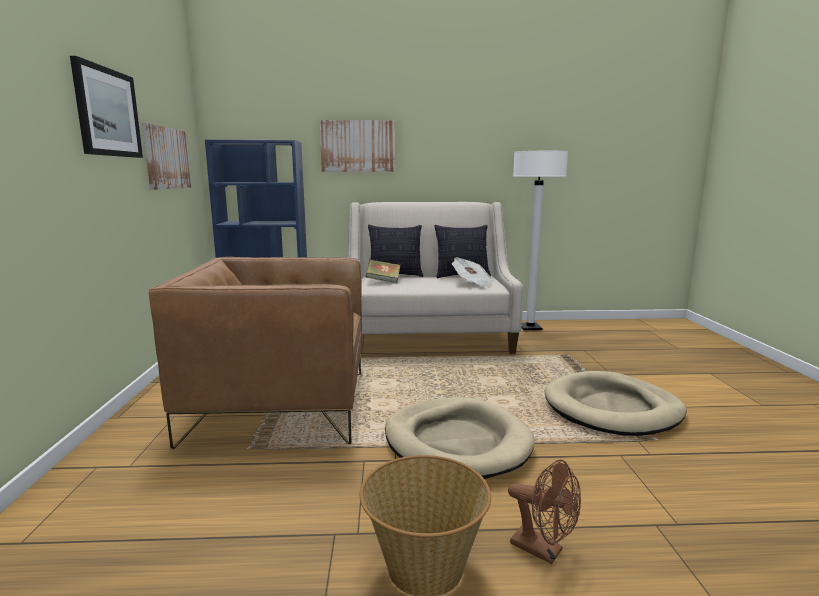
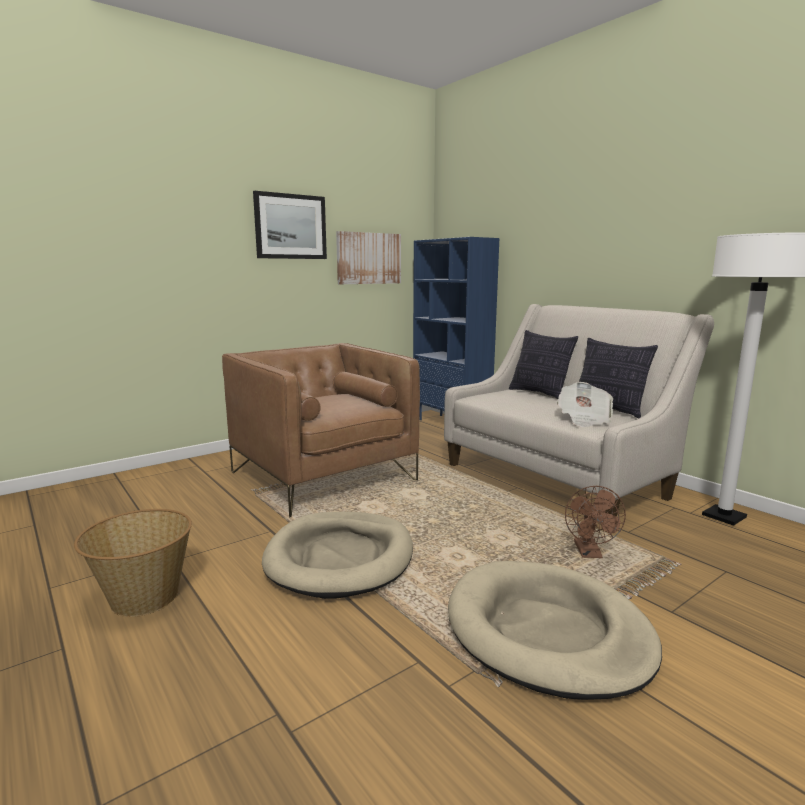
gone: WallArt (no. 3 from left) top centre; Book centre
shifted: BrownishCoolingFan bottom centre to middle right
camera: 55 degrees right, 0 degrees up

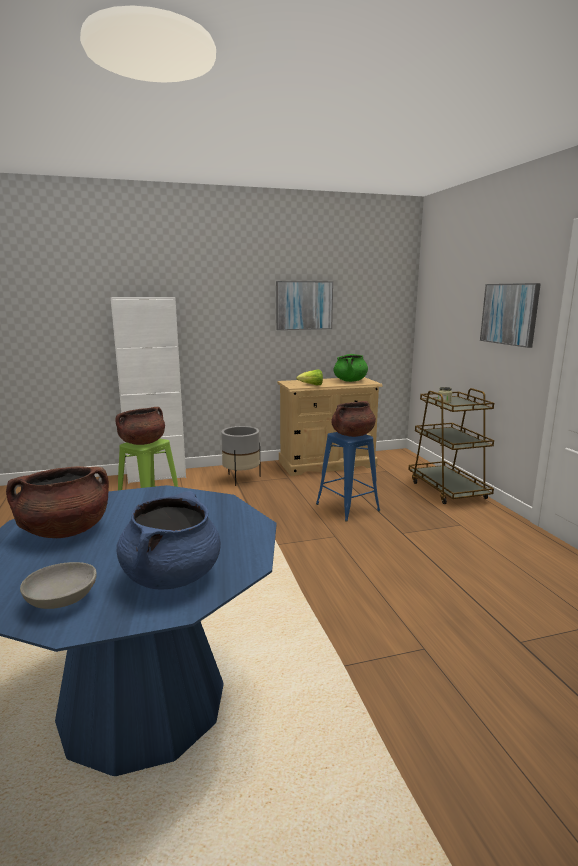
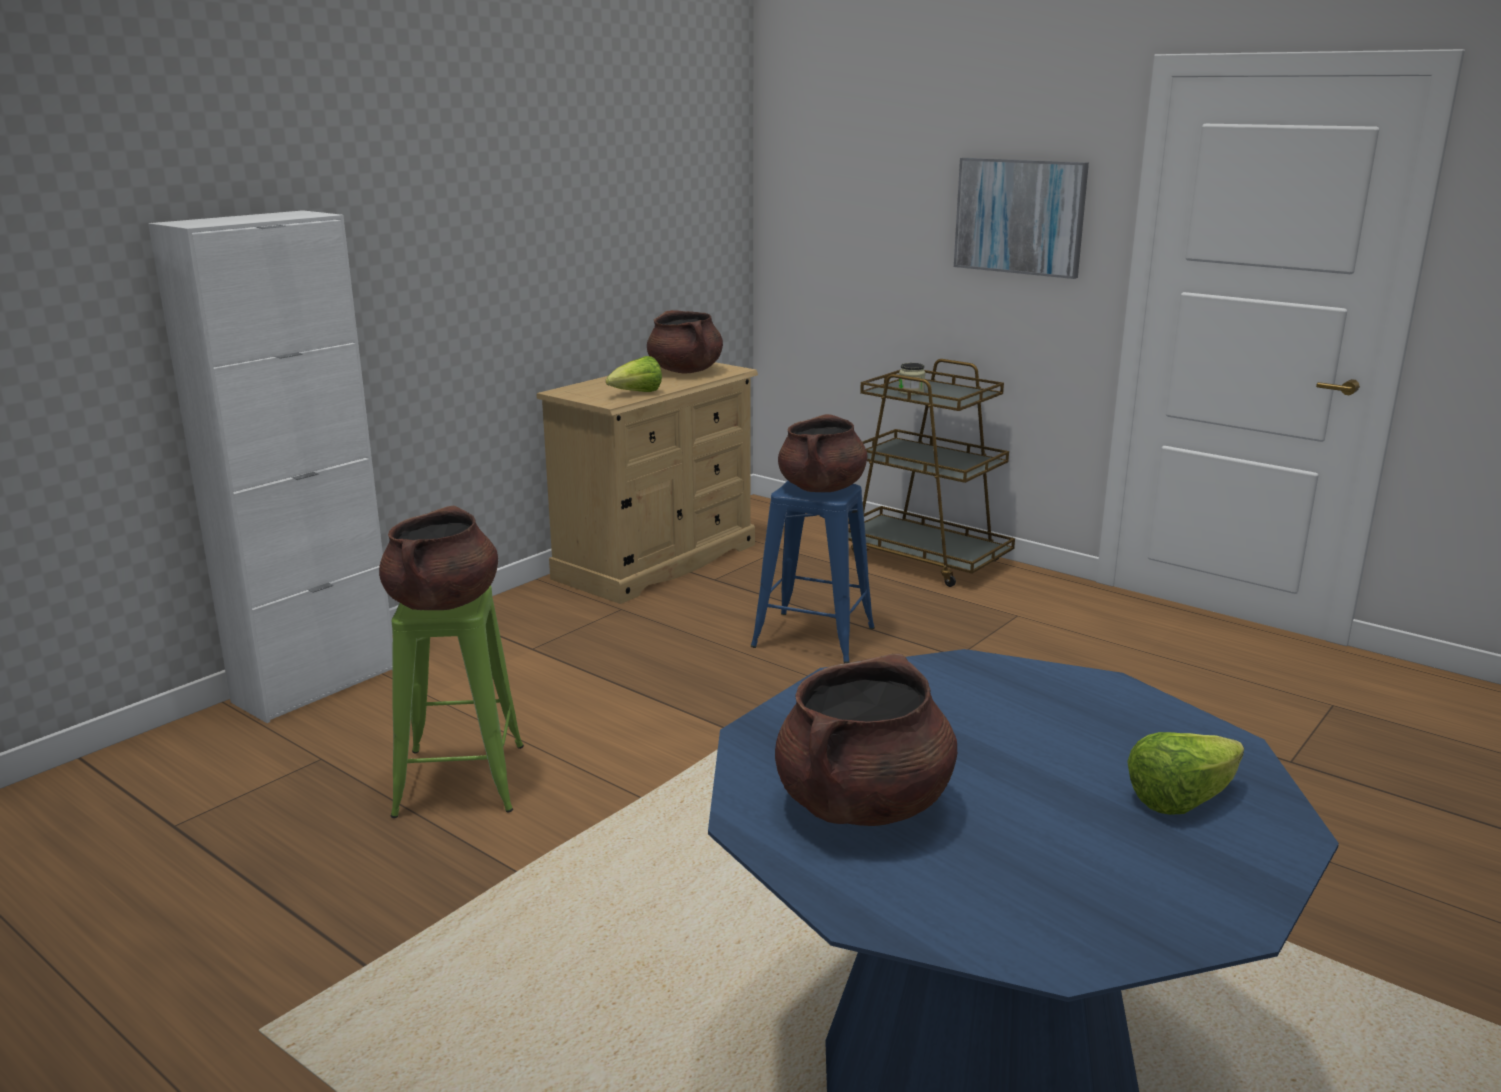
gone: GreyishServingBowl bottom left; GreyishPlantPot centre; WallArt (no. 1 from left) centre
swapped: BluishCookingPot middle left to HeadOfLettuce (no. 2 from left) bottom right
repainted: GreenColouredCookingPot centre to BrownishCookingPot (no. 2 from left) top centre
camera: 35 degrees left, 5 degrees up

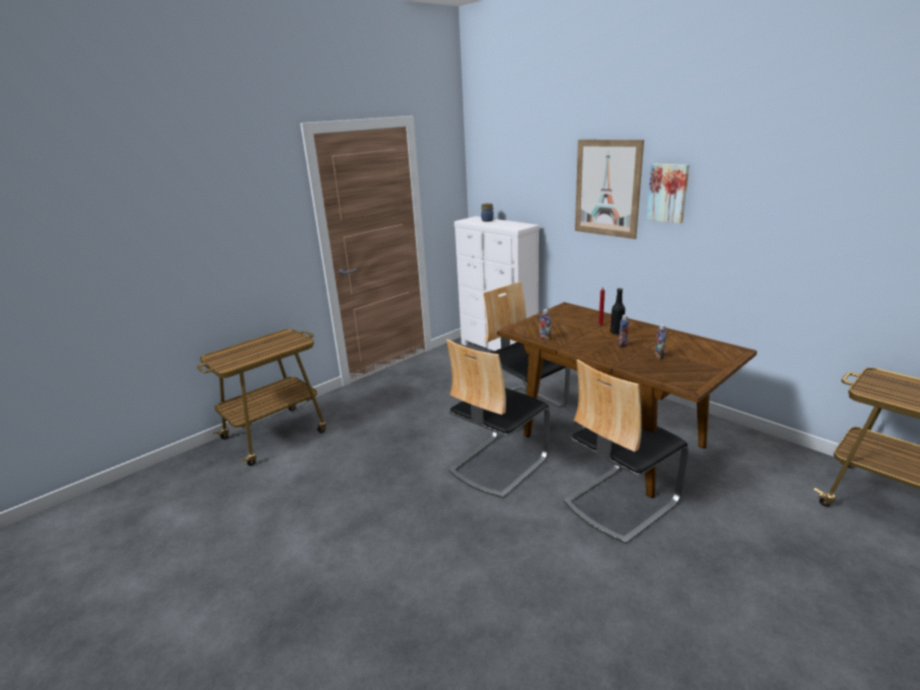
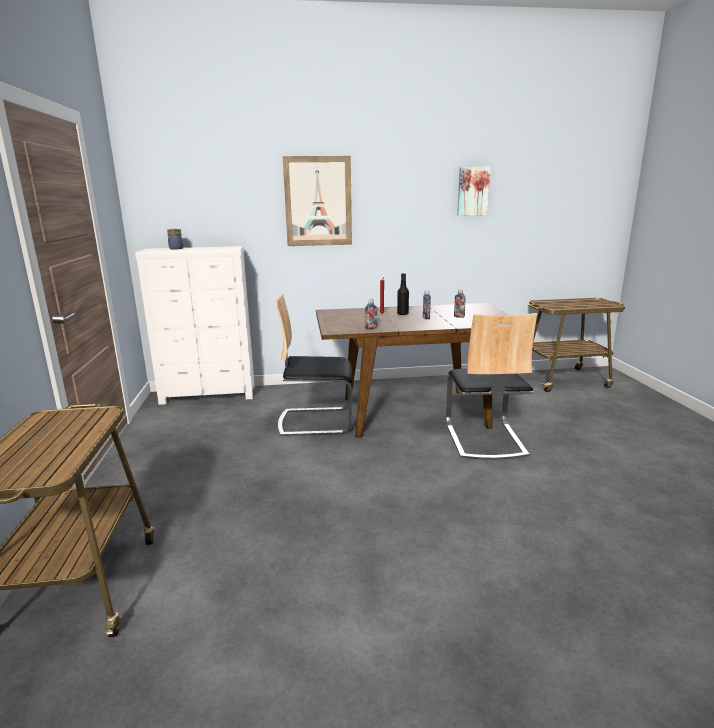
gone: UprightChair (no. 1 from left) centre
shifted: WallArt (no. 2 from left) top right to top centre
camera: 55 degrees left, 5 degrees down

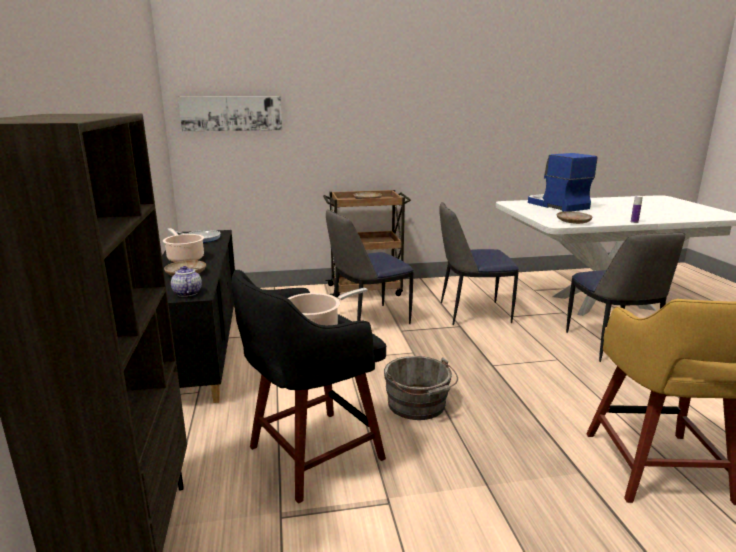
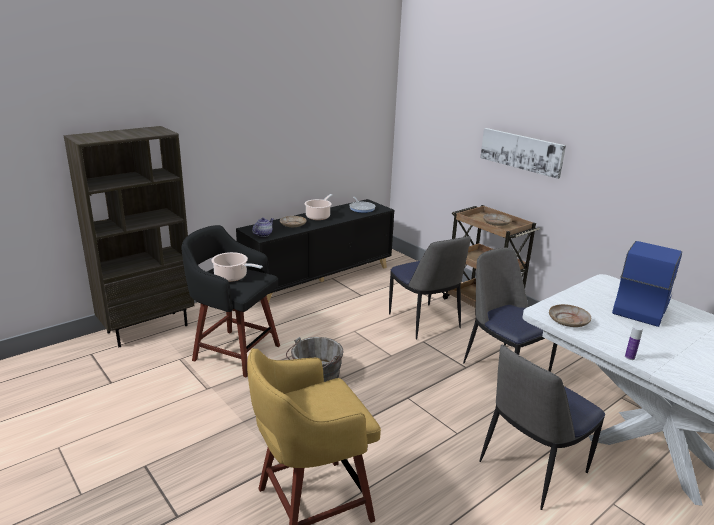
shifted: WallArt top left to top right
rotated: UprightChair (no. 1 from left) centre = centre 150 degrees counterclockwise
camera: 60 degrees right, 5 degrees up

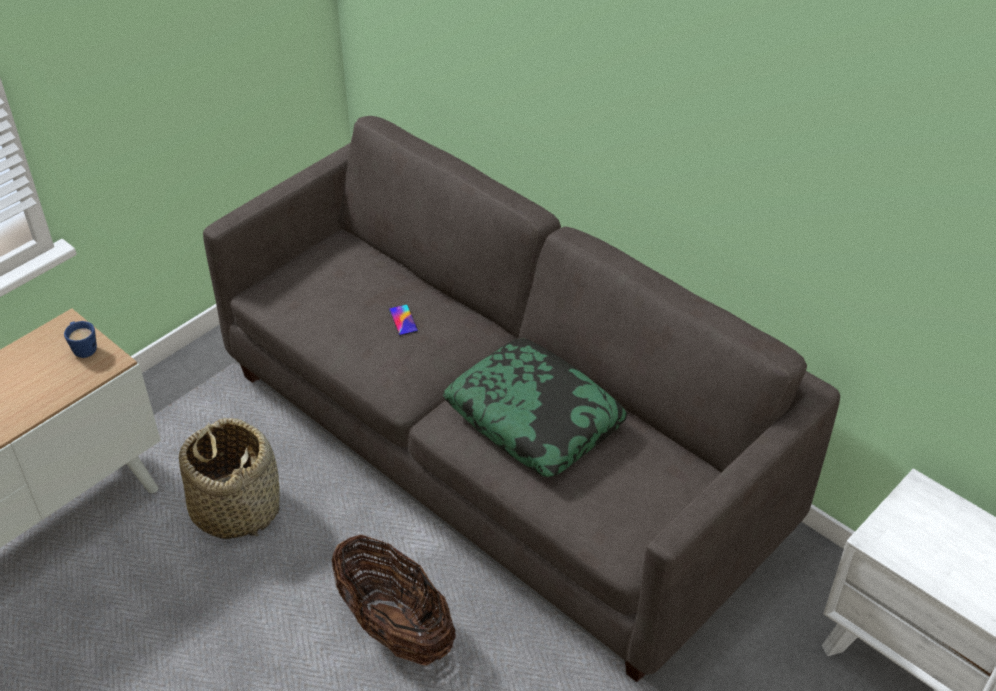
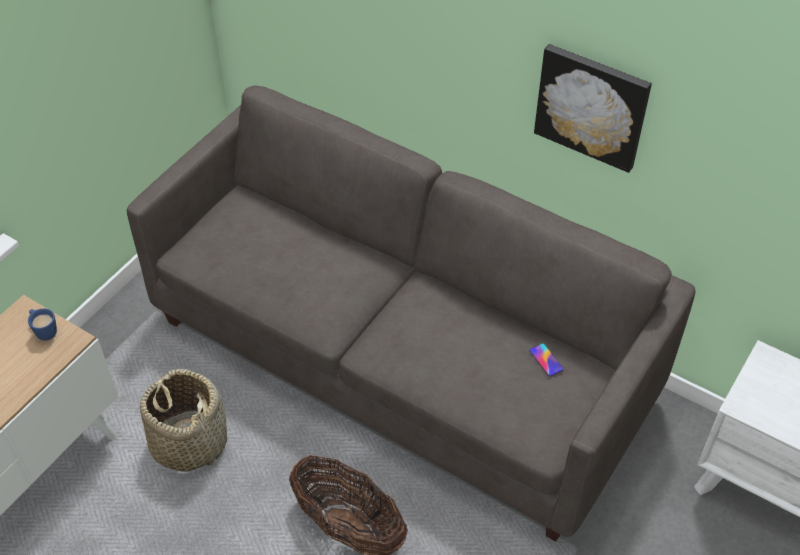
gone: Cushion centre
new: WallArt top right
shifted: Phone centre to middle right
camera: 10 degrees left, 5 degrees up

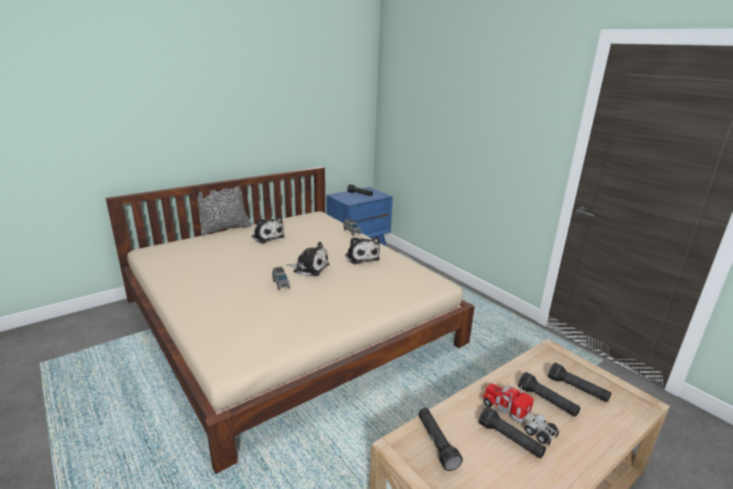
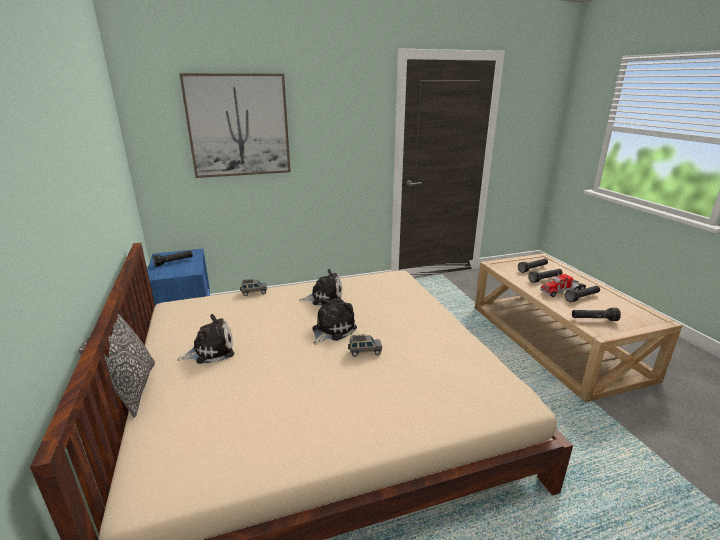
new: WallArt top left
camera: 70 degrees left, 0 degrees up

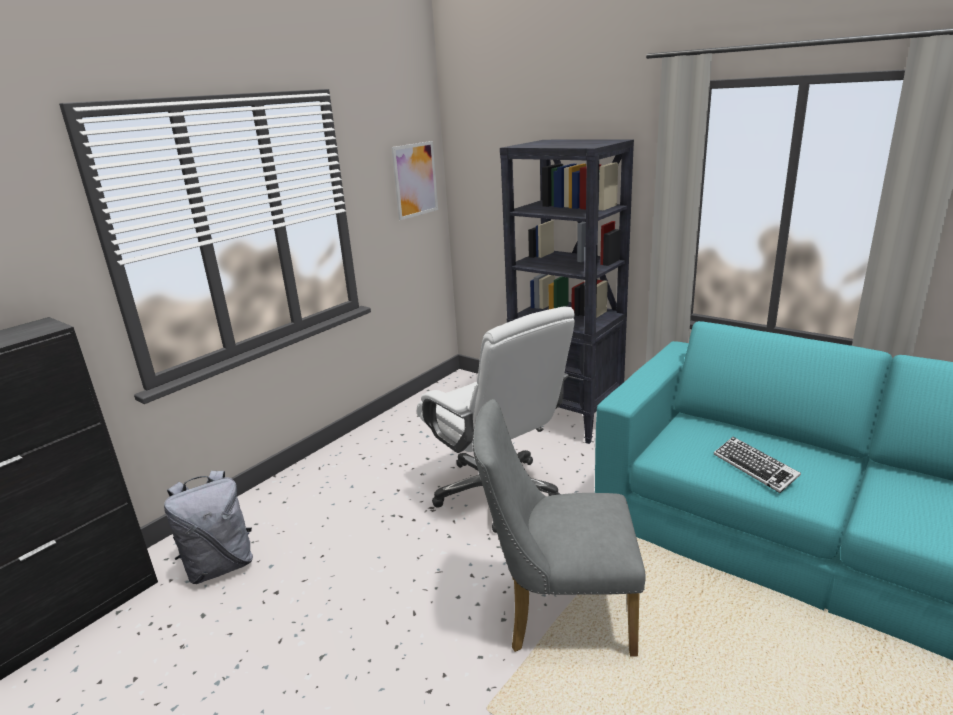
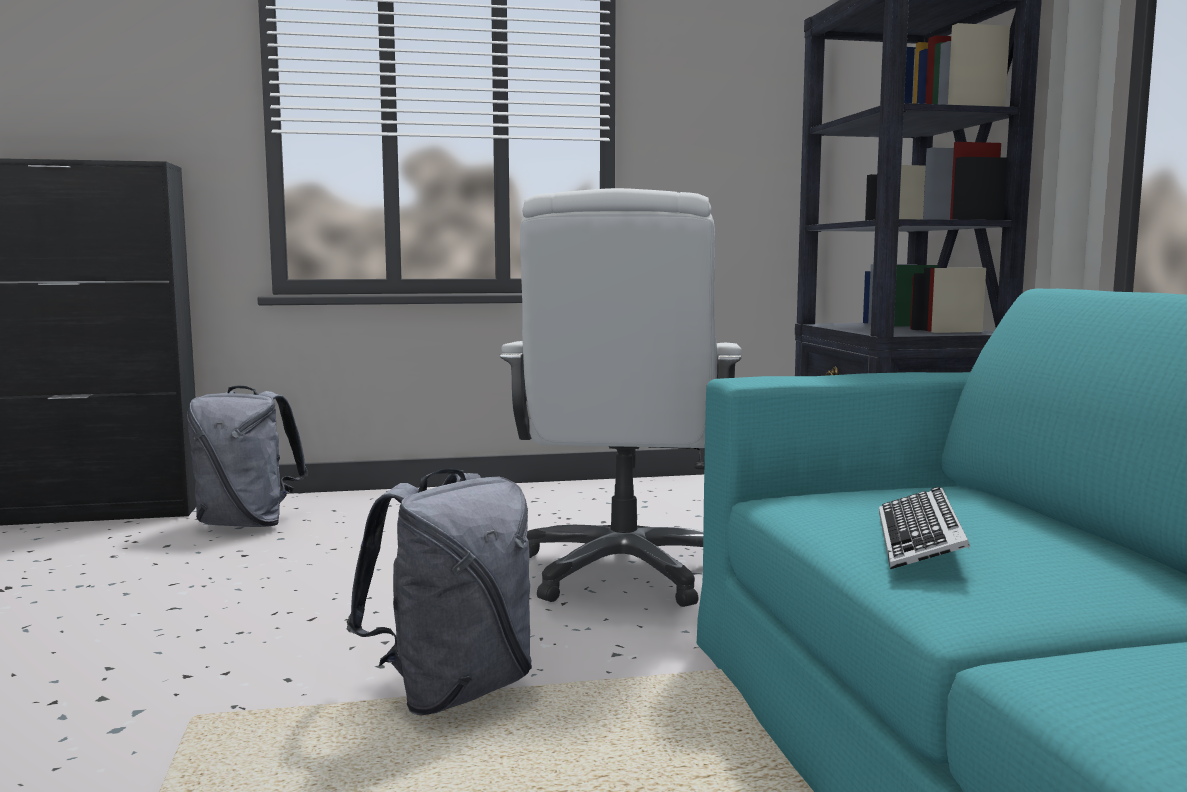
gone: WallArt top centre
swapped: GreyishUprightChair bottom centre to GreyishBackpack (no. 2 from left) bottom centre
camera: 40 degrees right, 15 degrees down

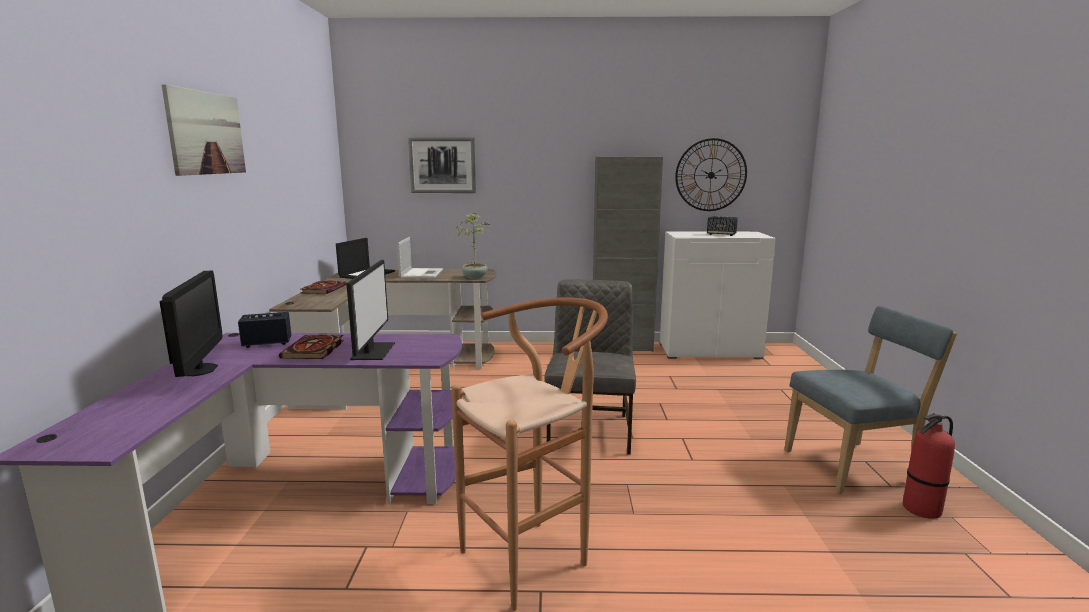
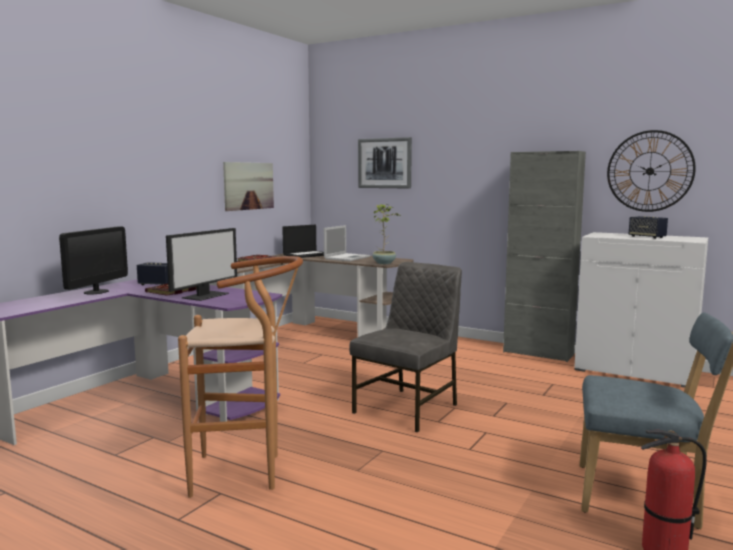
shifted: WallArt (no. 1 from left) top left to centre
camera: 30 degrees right, 5 degrees down

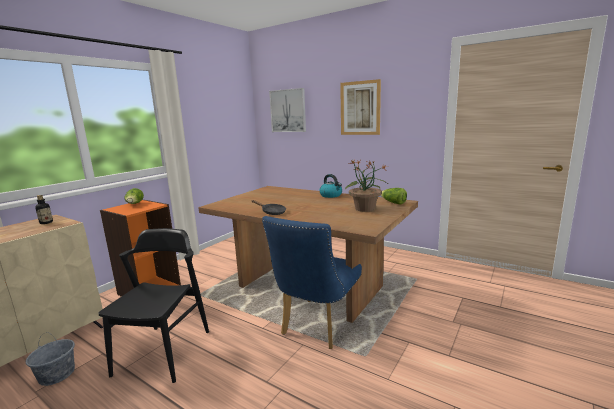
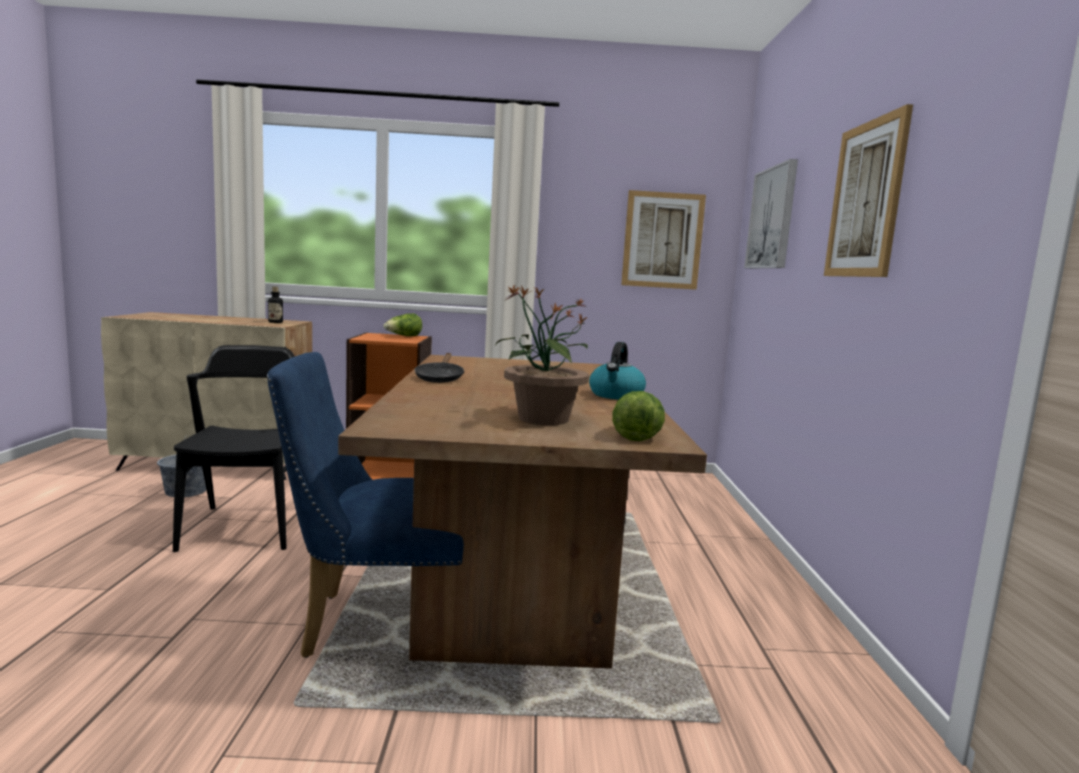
new: WallArt (no. 1 from left) top centre
rotated: BlackUprightChair bottom left = middle left 75 degrees counterclockwise
camera: 55 degrees right, 5 degrees down

